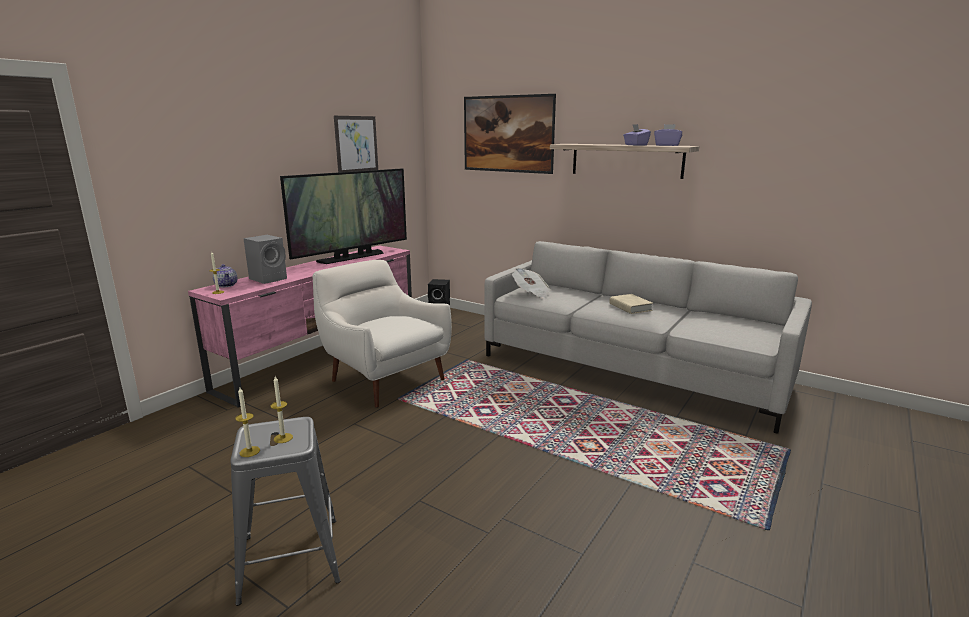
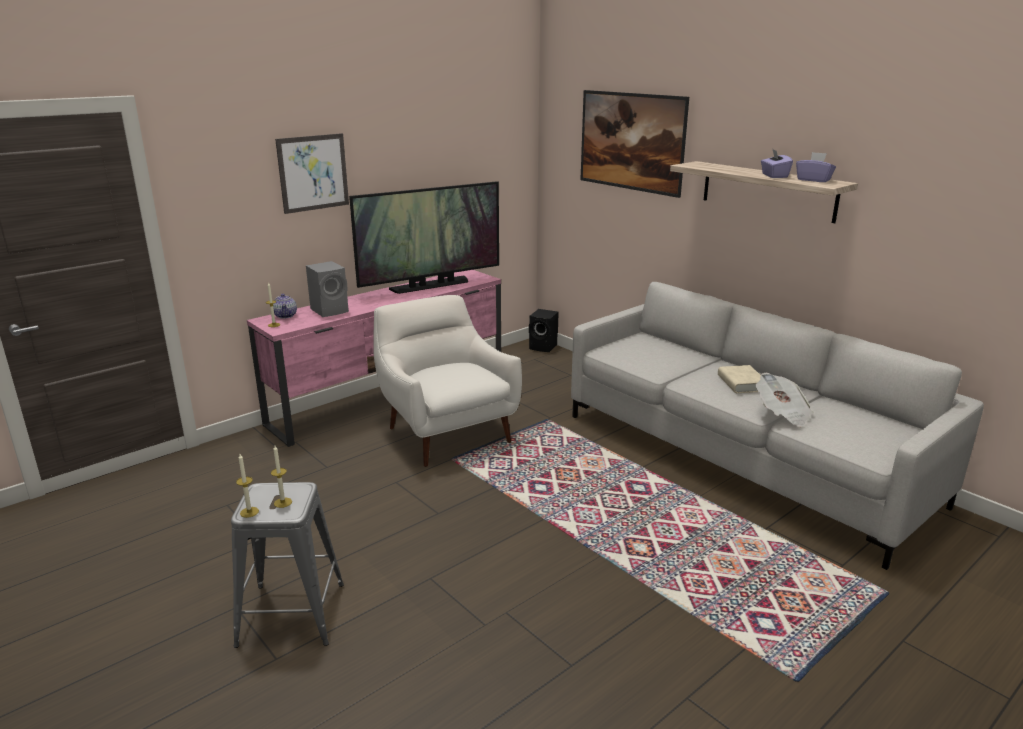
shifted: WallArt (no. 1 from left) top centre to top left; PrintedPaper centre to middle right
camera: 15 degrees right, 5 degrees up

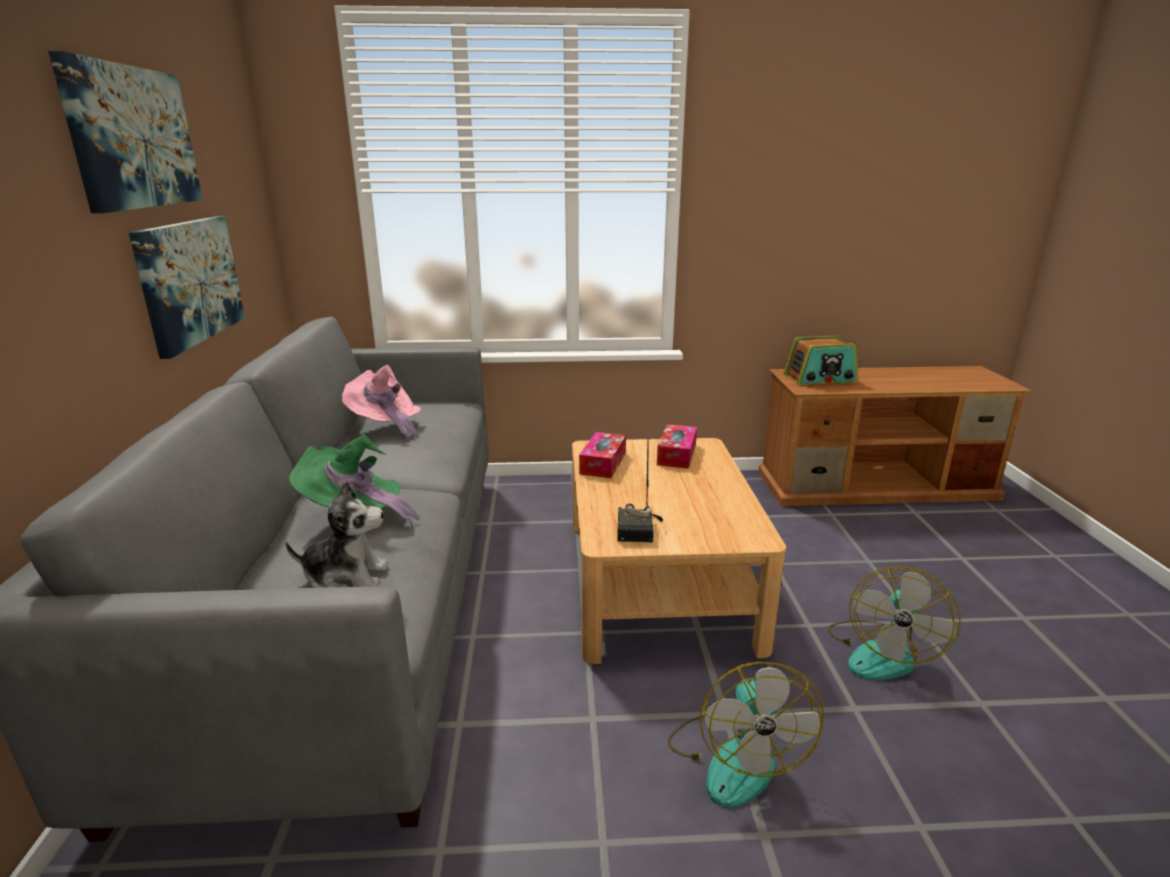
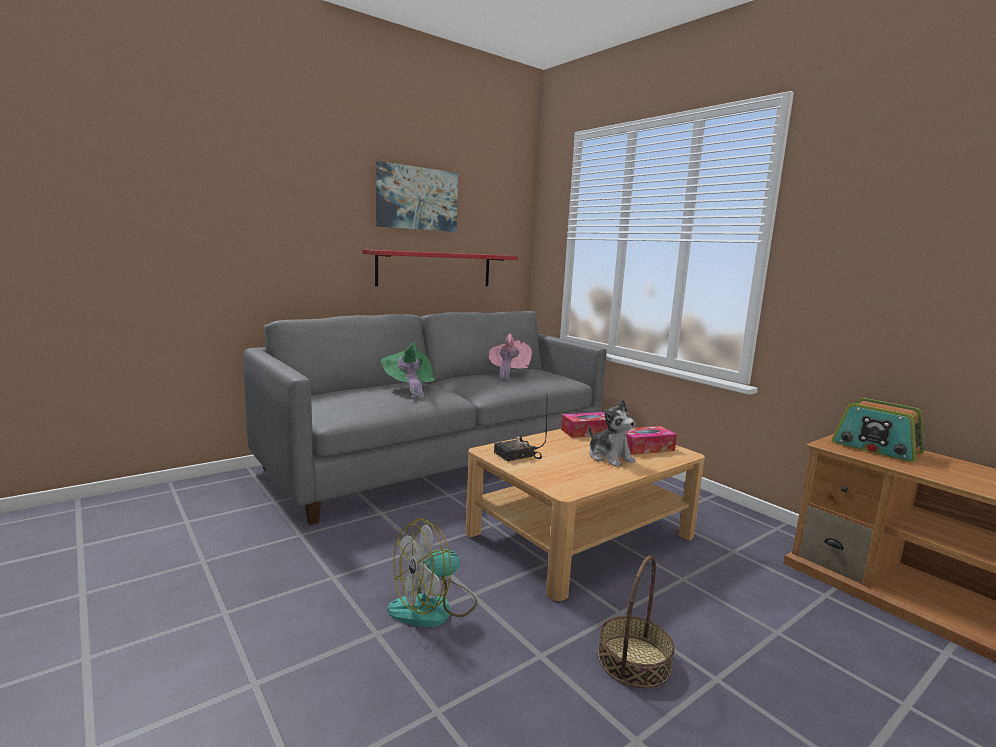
shifted: PlushToy middle left to centre
swapped: WallArt (no. 2 from left) top left to ReddishBracketShelf centre; CoolingFan (no. 2 from left) bottom right to Basket bottom centre
camera: 55 degrees right, 10 degrees down

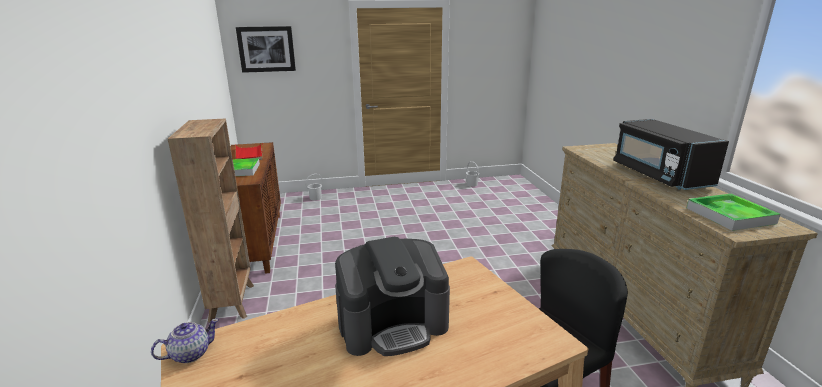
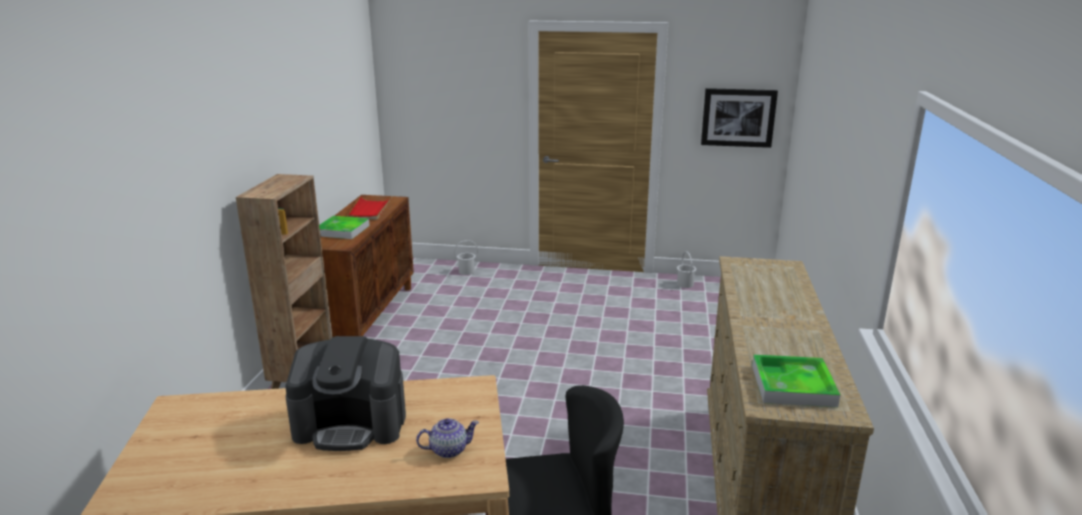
gone: BlackMicrowaveOven middle right
shifted: PotForTea bottom left to bottom centre; WallArt top left to top right
camera: 20 degrees right, 0 degrees up

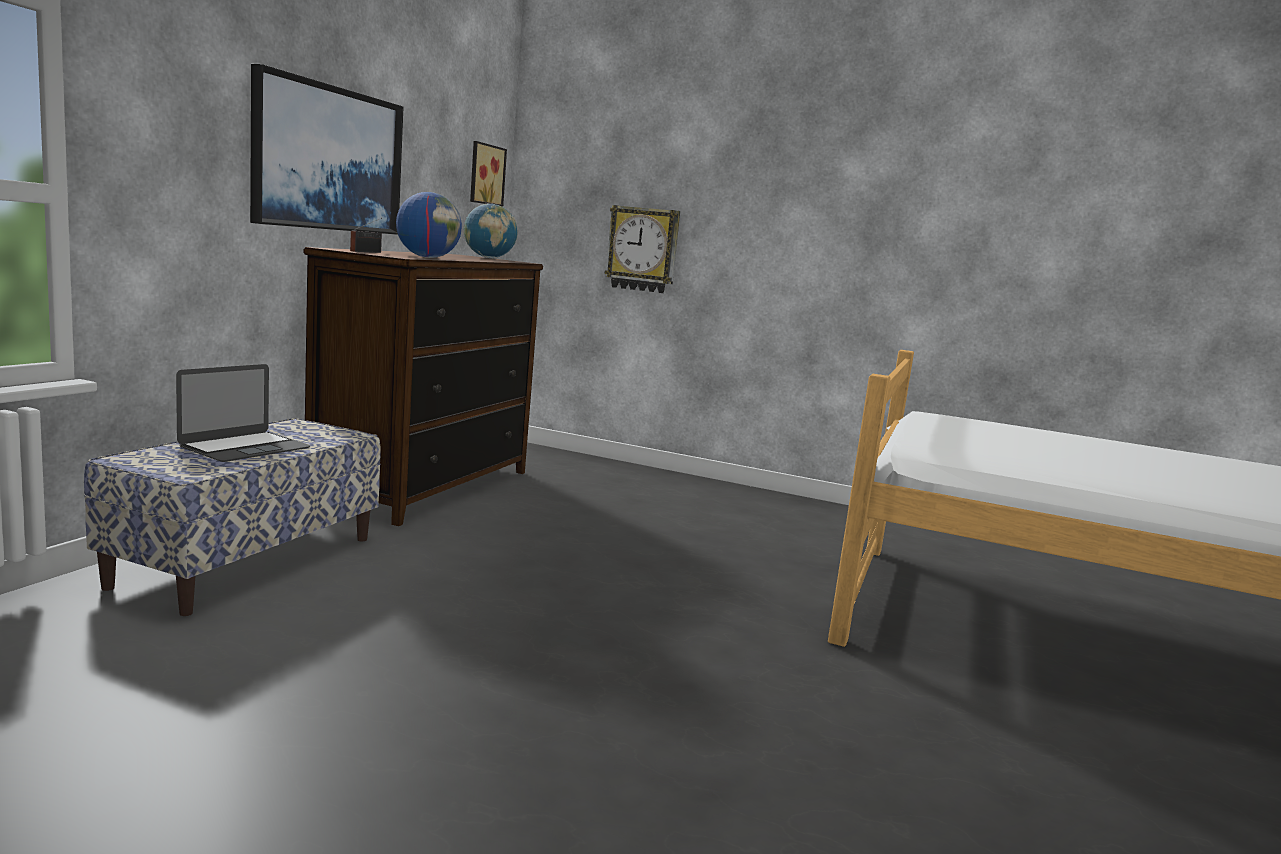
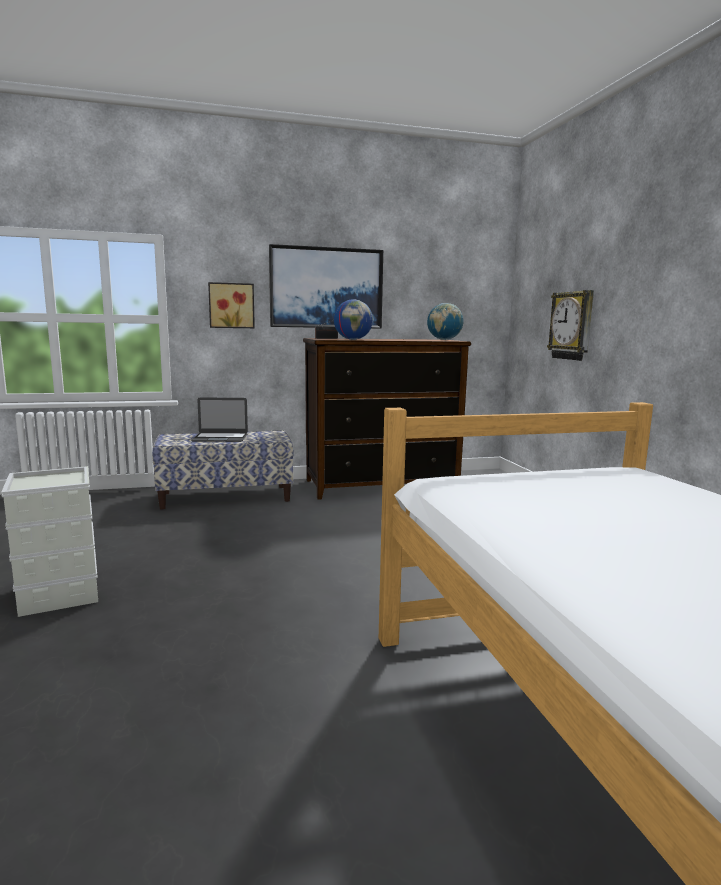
new: GreyishStorageBin middle left
shifted: WallArt (no. 2 from left in the first image) top centre to WallArt (no. 1 from left) middle left
camera: 55 degrees right, 0 degrees up

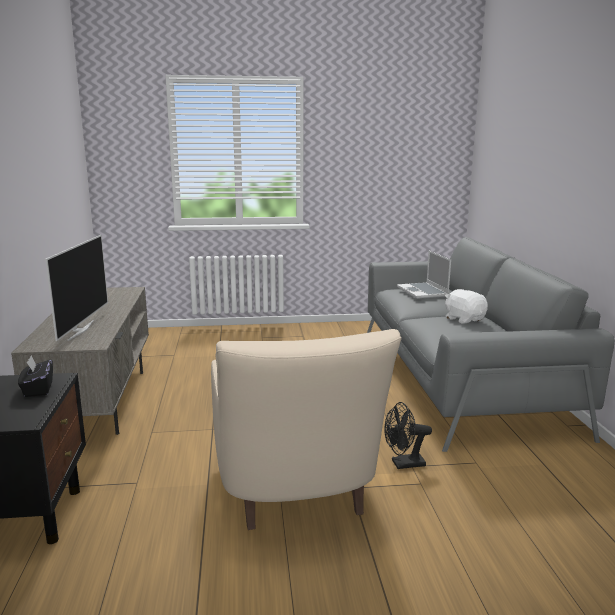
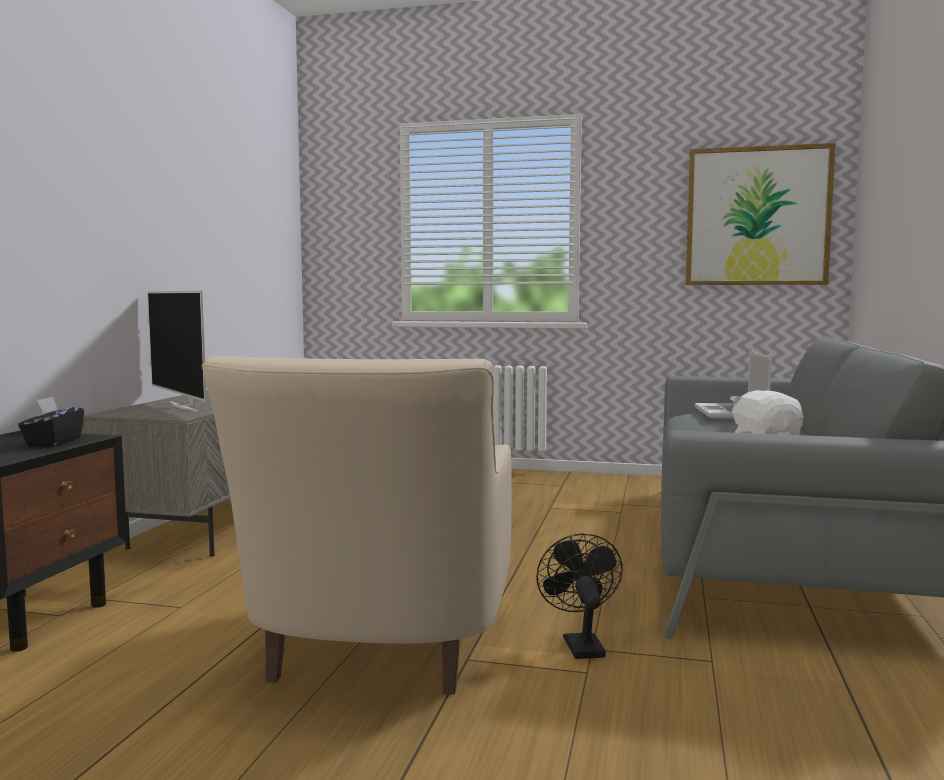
new: WallArt top right
rotated: Tv middle left = middle left 120 degrees clockwise; BlackCoolingFan bottom centre = bottom centre 75 degrees clockwise
camera: 20 degrees right, 10 degrees down

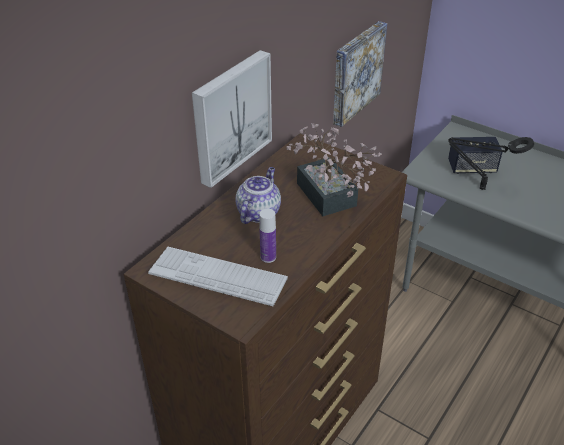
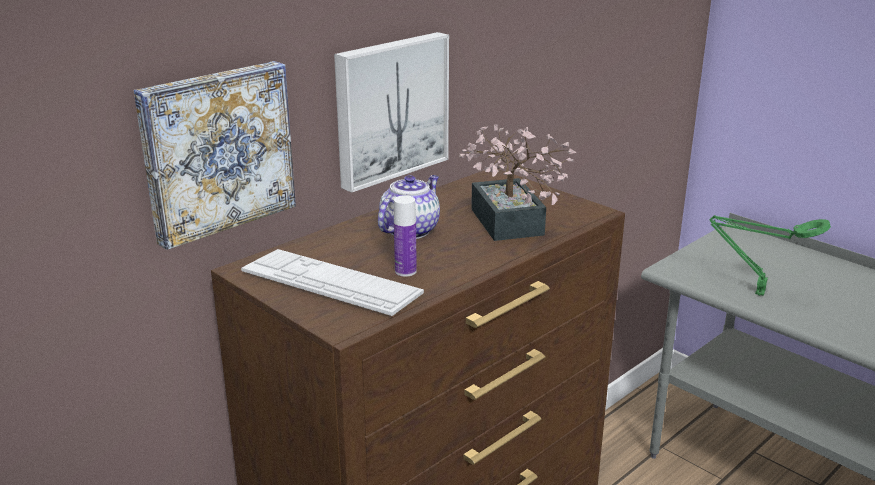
gone: Loudspeaker middle right
shifted: WallArt (no. 2 from left in the first image) top centre to WallArt (no. 1 from left) top left
repainted: BlackLampForATable middle right to GreenColouredLampForATable middle right
camera: 10 degrees right, 15 degrees down

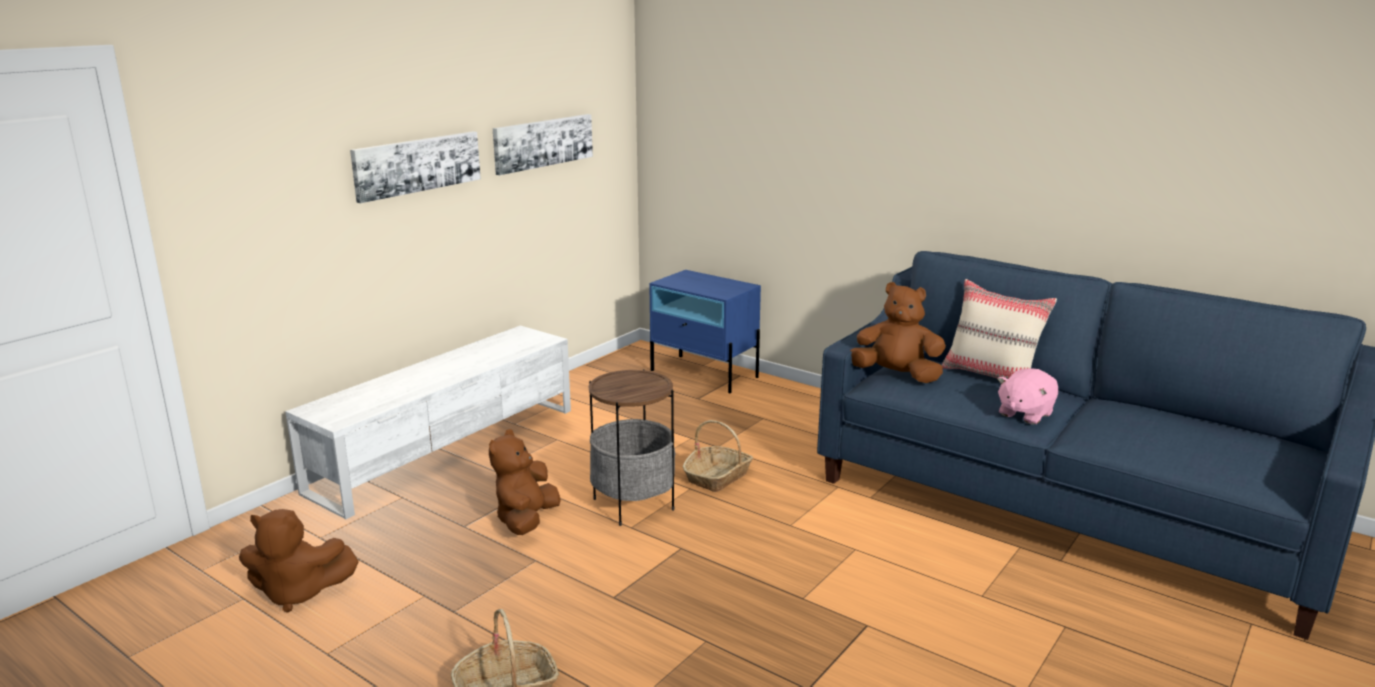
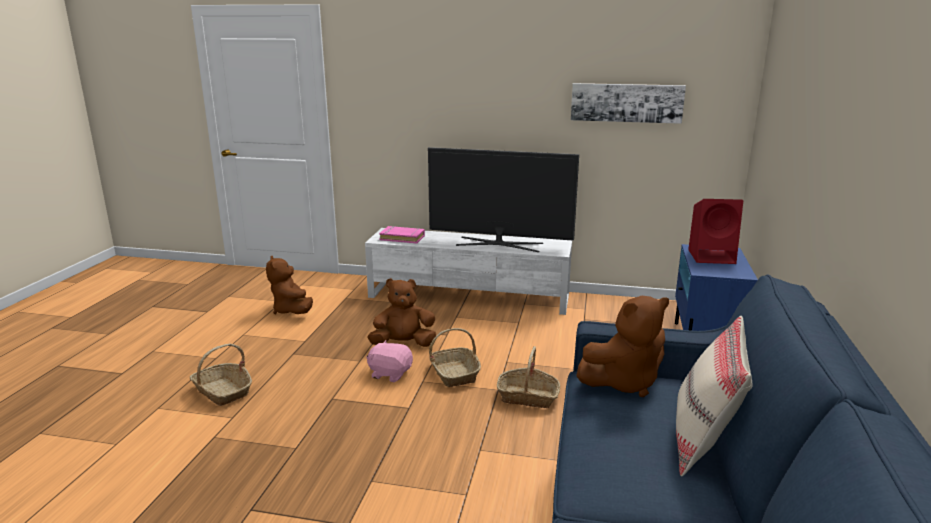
gone: WallArt (no. 1 from left) top left
new: PinkColouredBook centre; Tv centre; ReddishLoudspeaker middle right
shifted: PinkColouredPlushToy middle right to bottom centre
swapped: SideTable centre to Basket (no. 2 from left) bottom centre
rotated: BrownishPlushToy (no. 3 from left) centre = middle right 75 degrees clockwise
camera: 65 degrees right, 0 degrees up

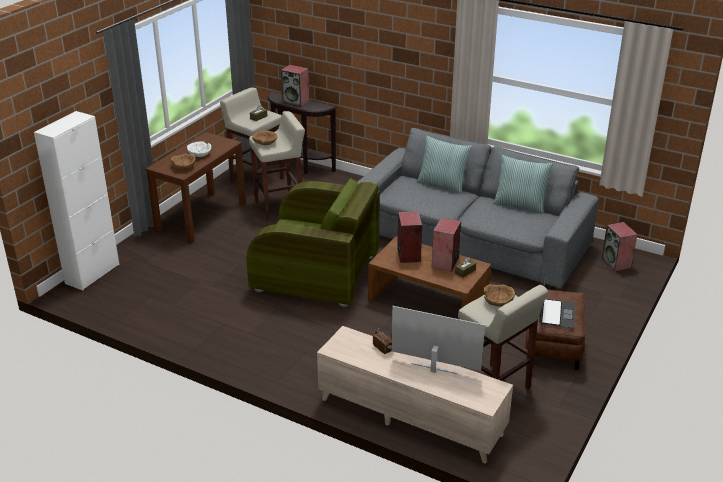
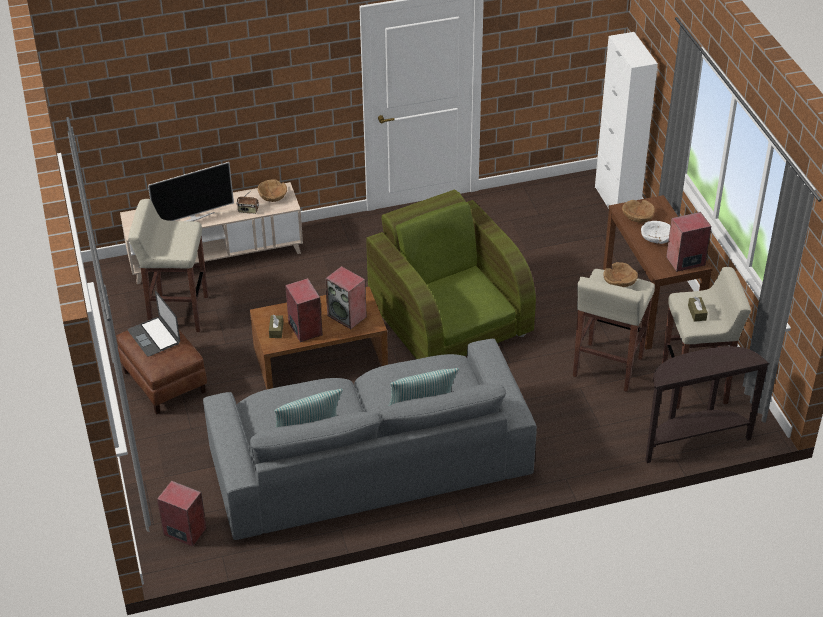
shifted: Loudspeaker (no. 1 from left in the first image) top centre to Loudspeaker (no. 4 from left) middle right; BrownishServingBowl (no. 3 from left in the first image) middle right to BrownishServingBowl (no. 1 from left) top left
rotated: GreenColouredLoungeChair centre = centre 90 degrees clockwise
camera: 135 degrees right, 10 degrees up

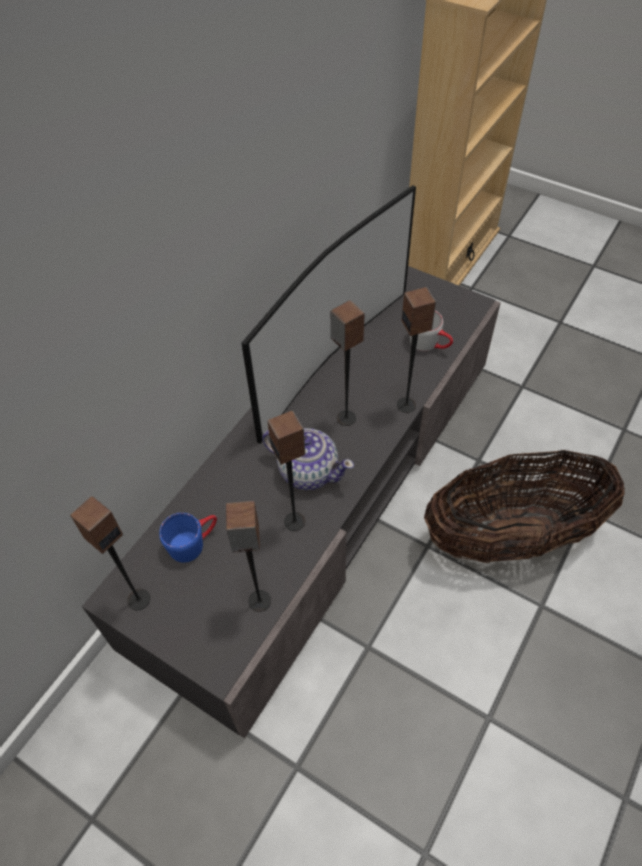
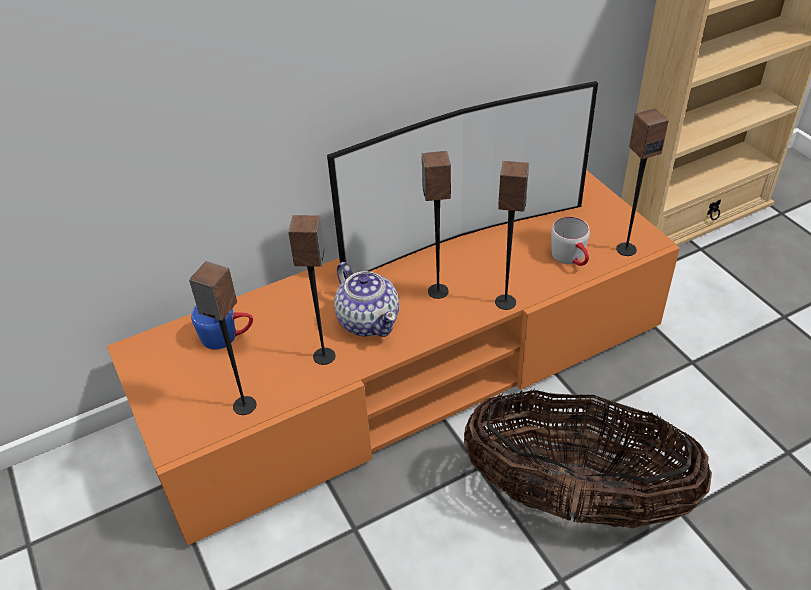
shifted: Loudspeaker (no. 1 from left in the first image) middle left to Loudspeaker (no. 5 from left) top right
repainted: GreyishMediaConsole centre to OrangeyMediaConsole centre
camera: 30 degrees right, 10 degrees down

